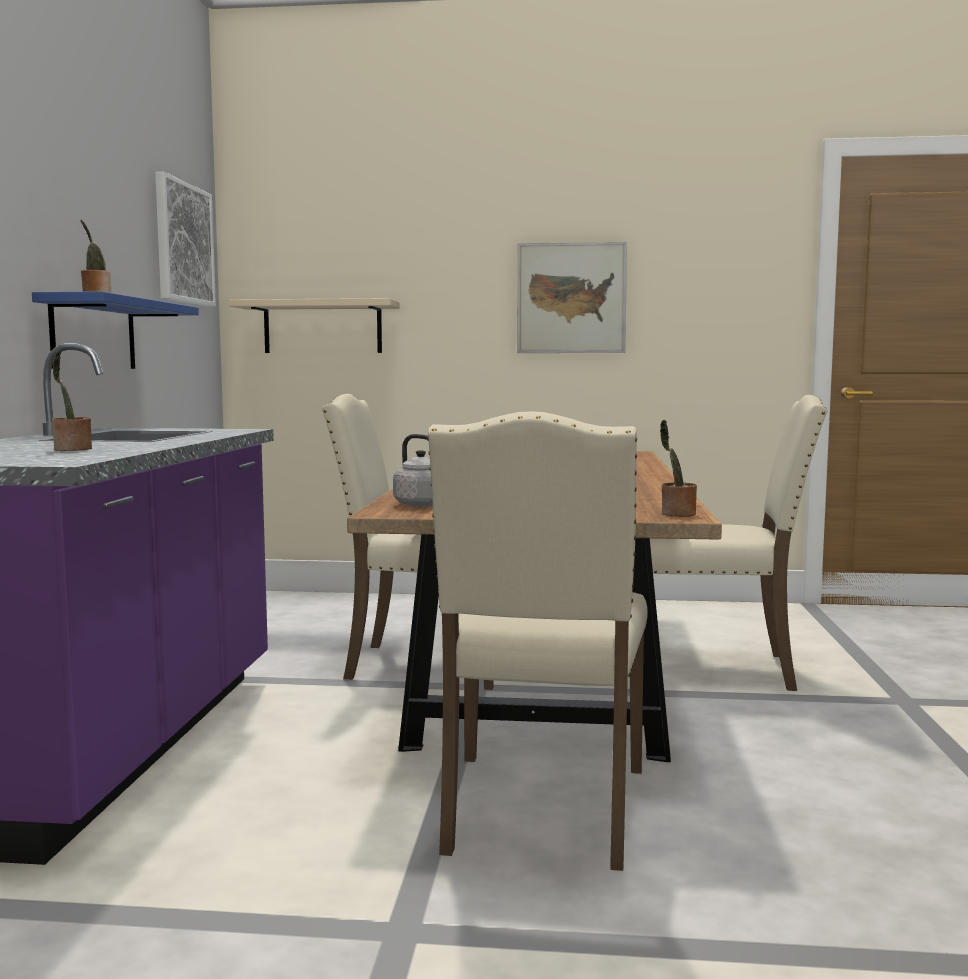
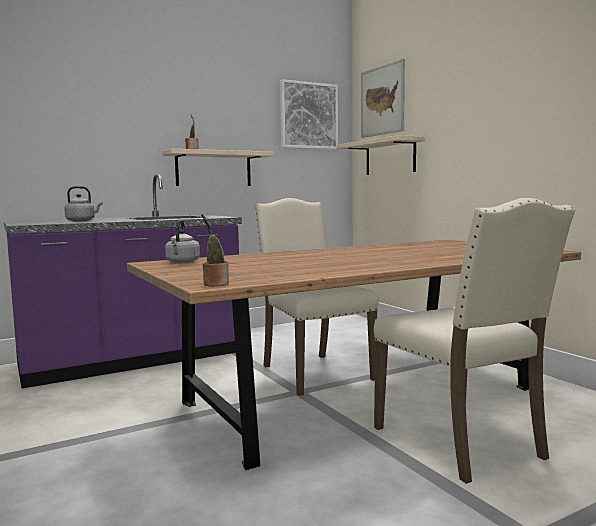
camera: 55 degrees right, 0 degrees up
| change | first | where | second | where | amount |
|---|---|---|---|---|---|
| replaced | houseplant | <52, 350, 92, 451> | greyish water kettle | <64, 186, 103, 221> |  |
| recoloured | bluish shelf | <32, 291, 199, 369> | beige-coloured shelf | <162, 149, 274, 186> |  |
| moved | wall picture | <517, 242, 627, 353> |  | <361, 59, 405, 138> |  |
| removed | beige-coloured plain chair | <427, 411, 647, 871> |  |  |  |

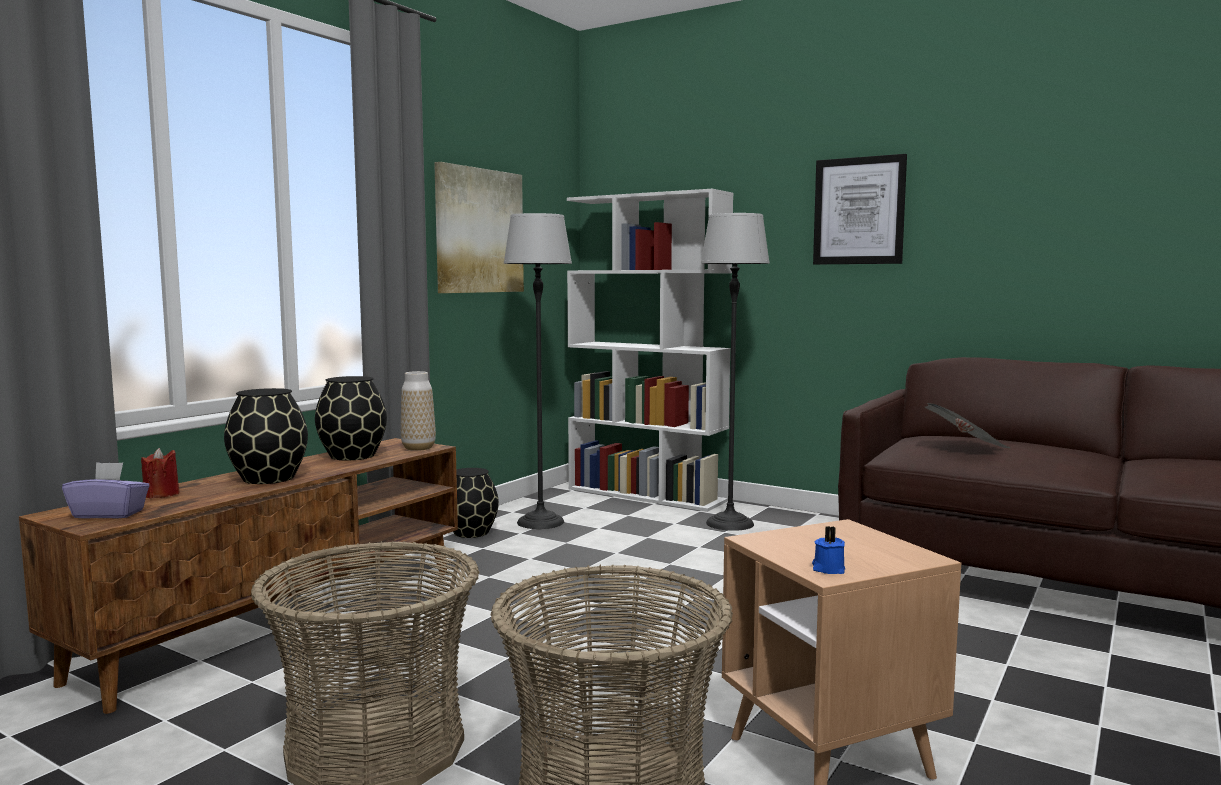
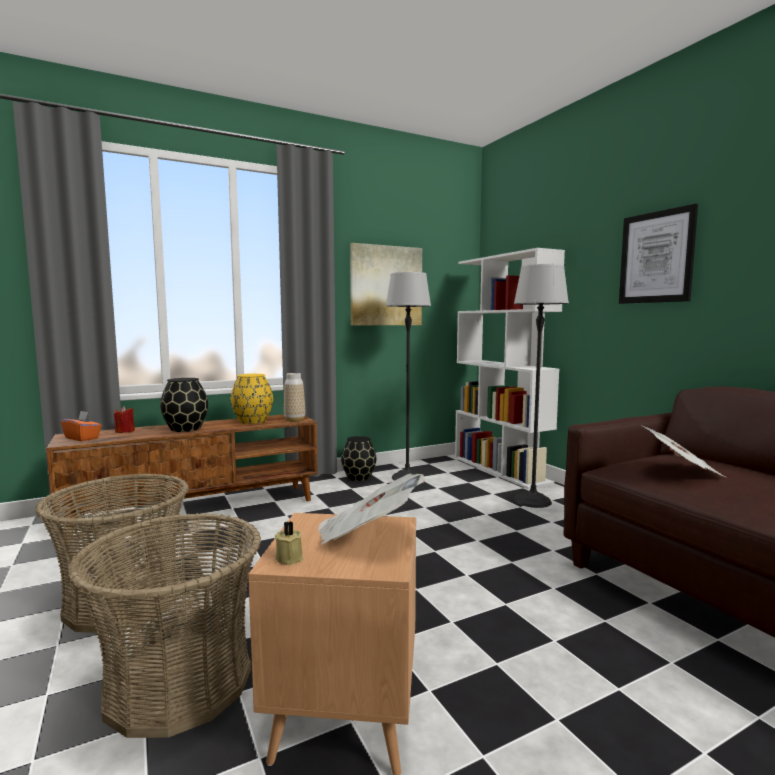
camera: 30 degrees right, 0 degrees up
| change | first | where | second | where | amount |
|---|---|---|---|---|---|
| recoloured | purple-coloured tissue holder | <62, 462, 150, 519> | orange tissue holder | <61, 411, 102, 441> |  |
| recoloured | black decorative vase | <315, 376, 387, 460> | yellow-coloured decorative vase | <231, 374, 273, 424> |  |
| recoloured | bluish wax light | <812, 526, 845, 574> | beige-coloured wax light | <275, 521, 303, 565> |  |
| added |  |  | printed paper | <318, 474, 425, 544> |  |

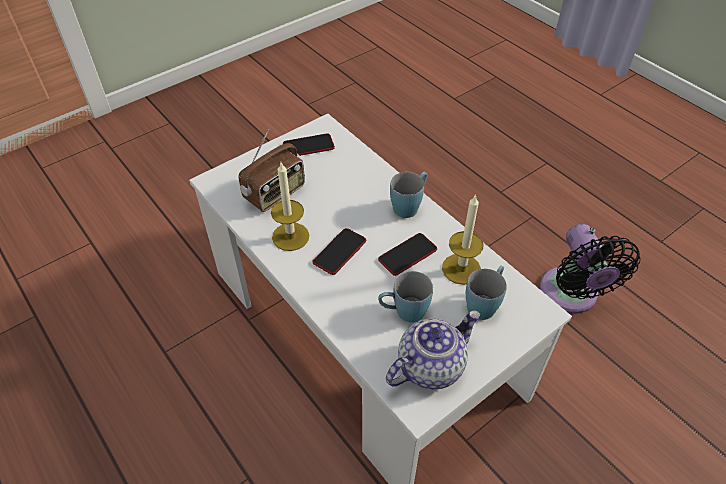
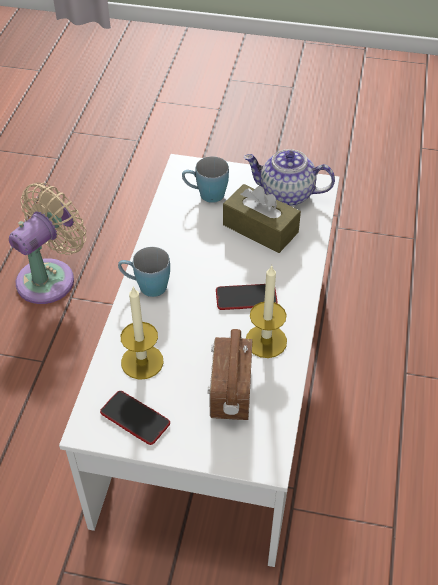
camera: 130 degrees left, 0 degrees up
| change | first | where | second | where | amount |
|---|---|---|---|---|---|
| recoloured | black cooling fan | <540, 224, 641, 314> | beige-coloured cooling fan | <9, 182, 86, 304> |  |
| moved | wax light | <442, 194, 484, 285> |  | <121, 286, 164, 380> |  |
| turned | radio | <238, 129, 305, 212> |  | <208, 329, 252, 420> | 90 degrees counterclockwise |
| replaced | bluish tea mug | <378, 271, 433, 323> | brownish tissue holder | <223, 184, 301, 253> |  |
| removed | telephone | <378, 233, 437, 276> |  |  |  |

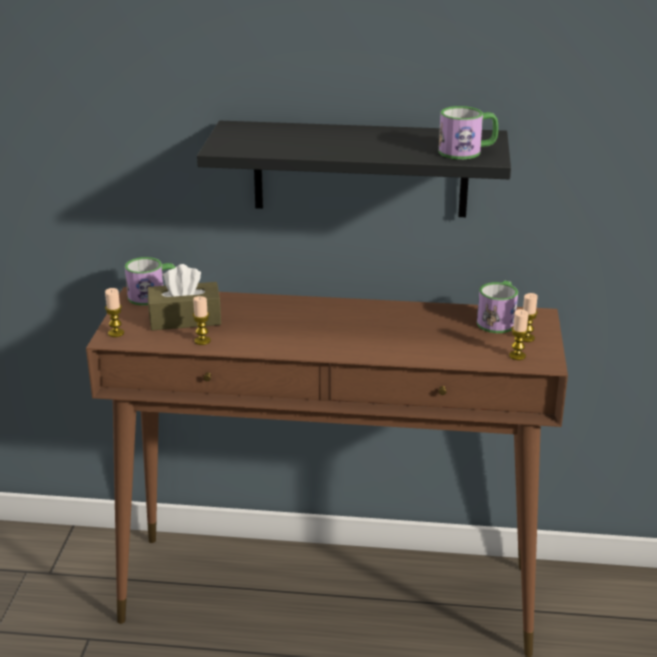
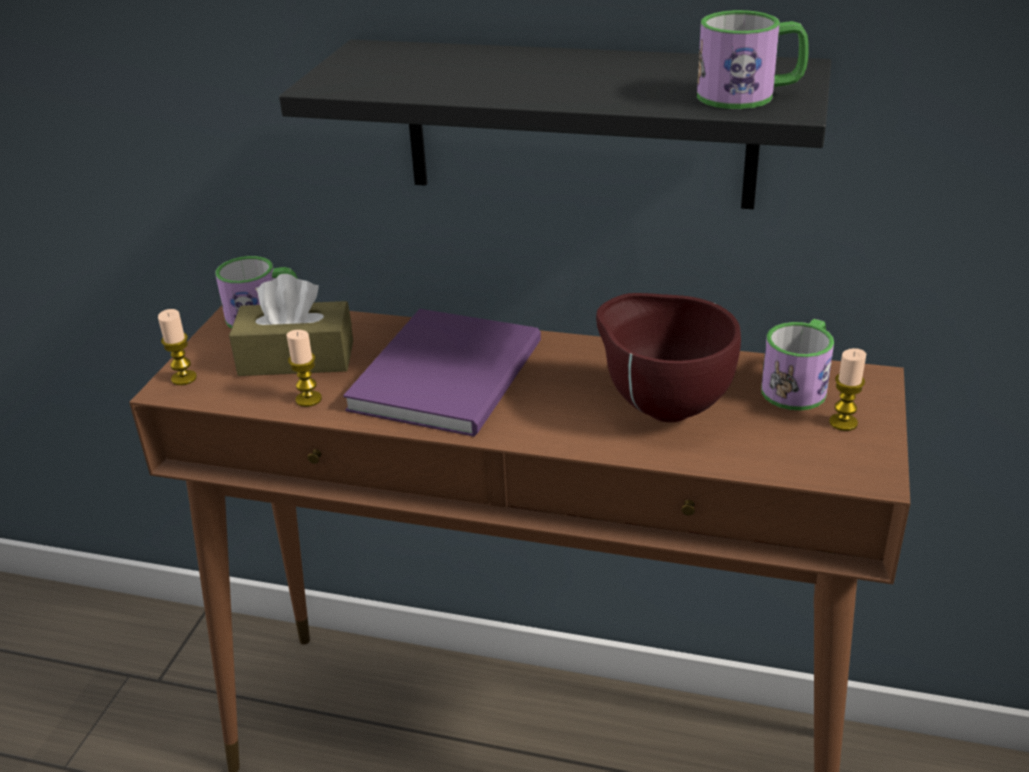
camera: 10 degrees right, 5 degrees up
| change | first | where | second | where | amount |
|---|---|---|---|---|---|
| added |  |  | purple-coloured bound book | <343, 309, 541, 437> |  |
| added |  |  | brownish bowl | <596, 293, 741, 422> |  |
| removed | wax light | <509, 309, 529, 360> |  |  |  |

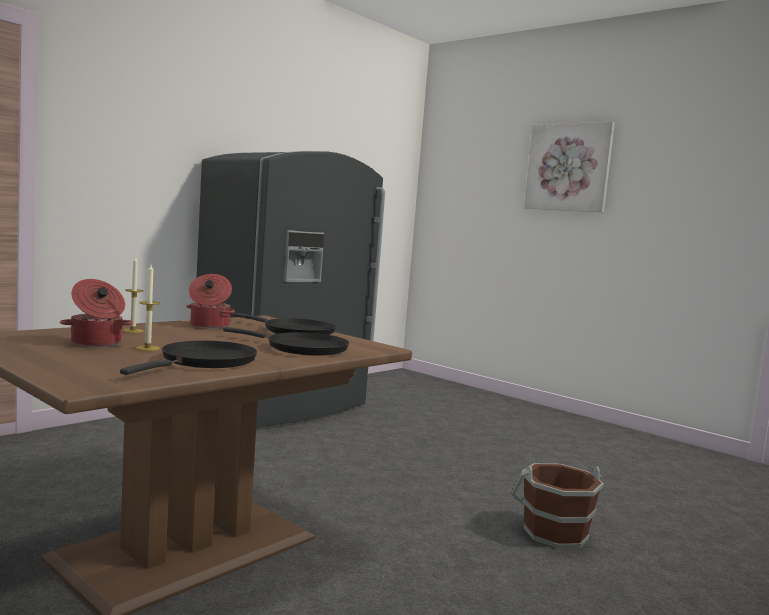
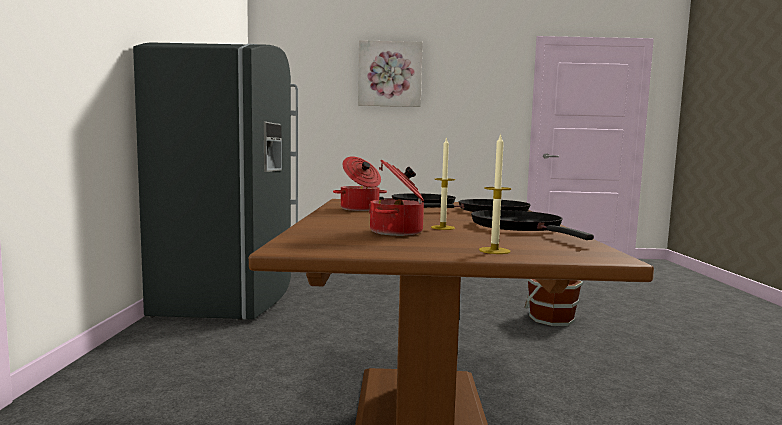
camera: 40 degrees left, 0 degrees up
| change | first | where | second | where | amount |
|---|---|---|---|---|---|
| moved | wax light | <122, 255, 144, 333> |  | <479, 133, 511, 254> |  |

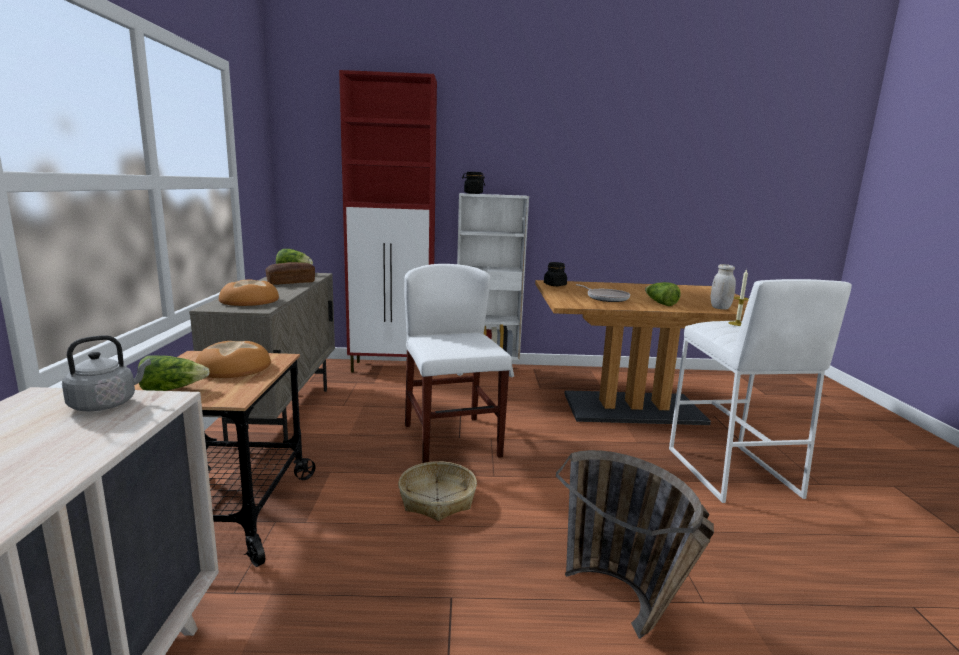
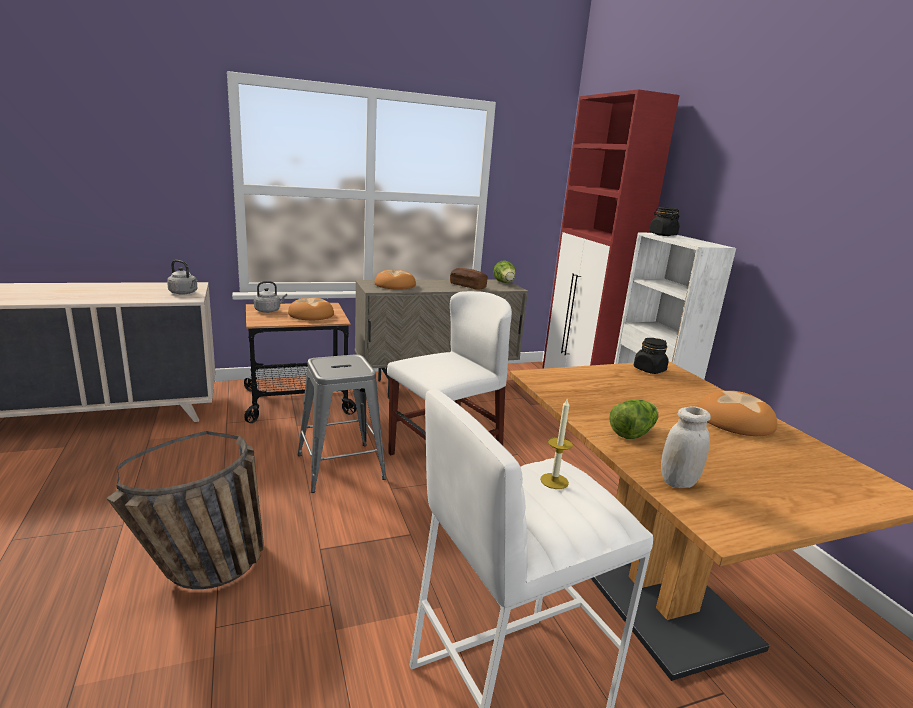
camera: 70 degrees right, 5 degrees up
| change | first | where | second | where | amount |
|---|---|---|---|---|---|
| replaced | head of lettuce | <137, 355, 210, 391> | greyish water kettle | <254, 281, 287, 313> |  |
| replaced | storage basket | <398, 461, 477, 521> | greyish stool seat | <297, 354, 387, 493> |  |
| added |  |  | bread | <698, 391, 777, 436> |  |
| removed | frying pan | <576, 284, 630, 302> |  |  |  |

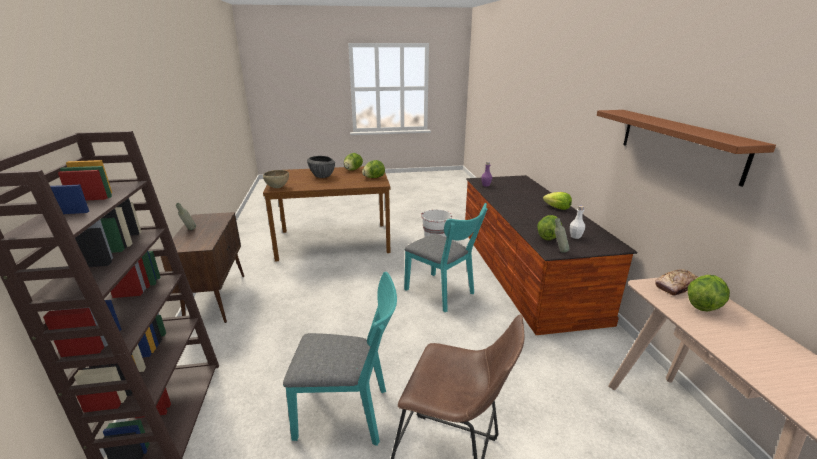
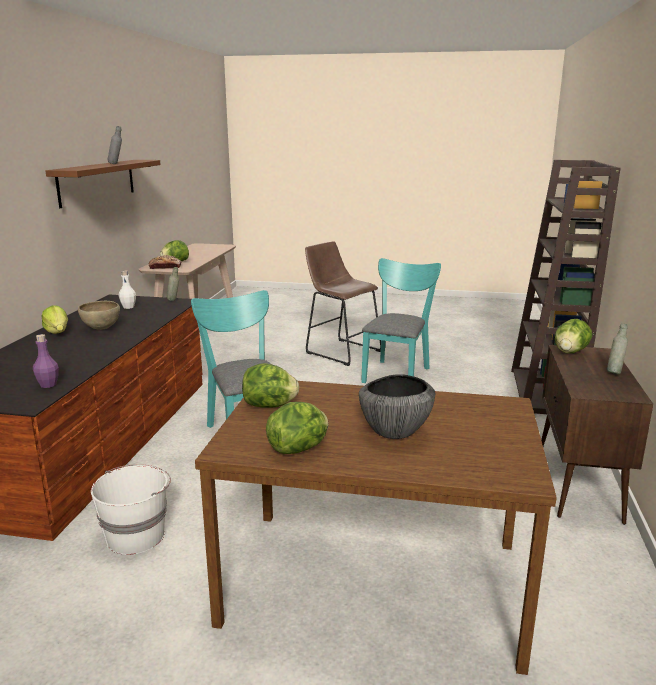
camera: 160 degrees left, 5 degrees down
| change | first | where | second | where | amount |
|---|---|---|---|---|---|
| moved | brownish bowl | <263, 170, 289, 188> |  | <78, 301, 120, 330> |  |
| added |  |  | greyish bottle | <108, 126, 122, 164> |  |
| turned | turquoise-coloured plain chair | <283, 272, 397, 446> |  | <361, 258, 441, 383> | 90 degrees clockwise |
| moved | head of lettuce | <537, 215, 562, 240> |  | <554, 319, 592, 354> |  |

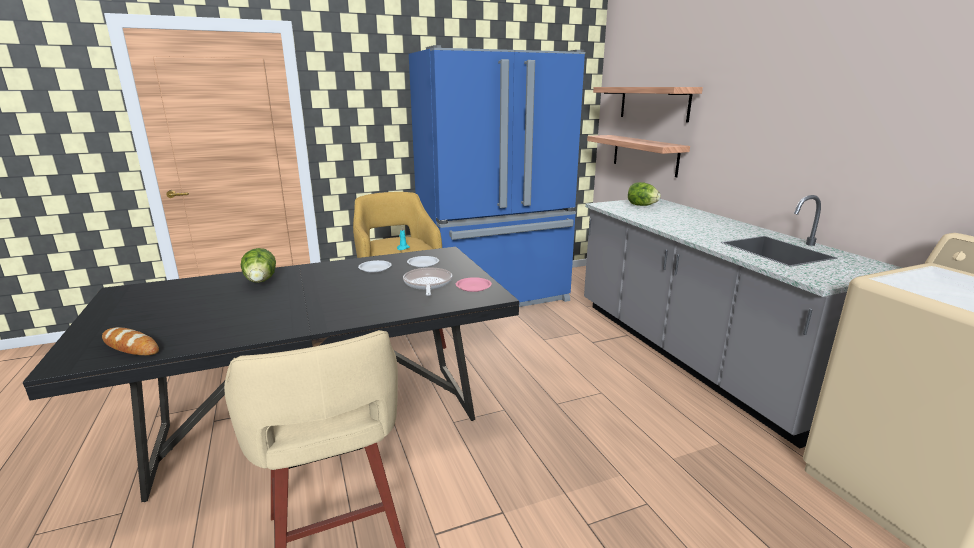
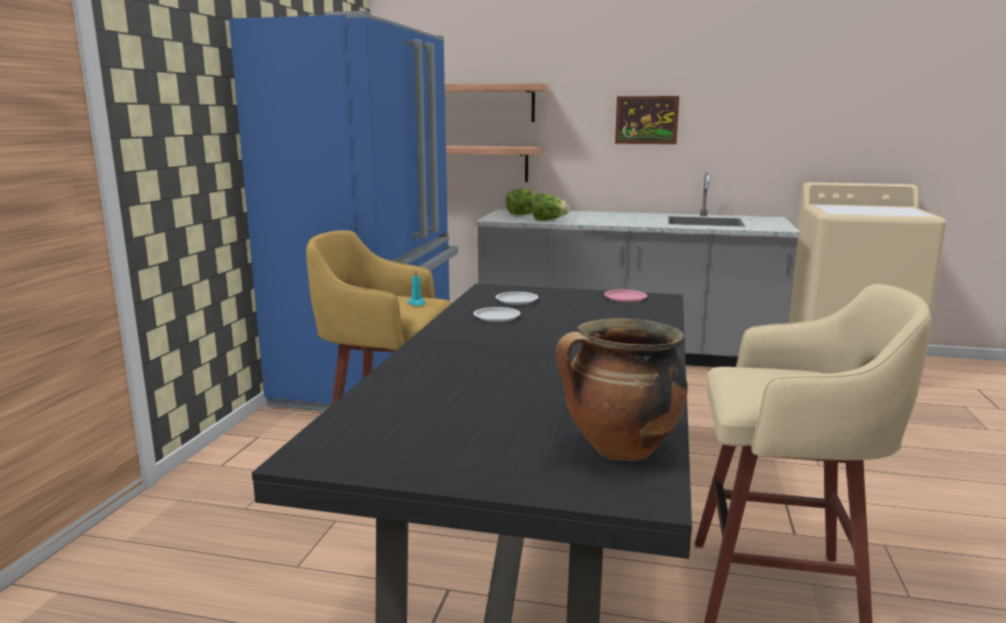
camera: 55 degrees left, 5 degrees down
| change | first | where | second | where | amount |
|---|---|---|---|---|---|
| moved | head of lettuce | <241, 248, 276, 283> |  | <531, 194, 569, 221> |  |
| replaced | bread | <102, 327, 159, 355> | cooking pot | <556, 318, 688, 461> |  |
| added |  |  | wall picture | <615, 96, 679, 144> |  |
| removed | frying pan | <403, 268, 452, 296> |  |  |  |

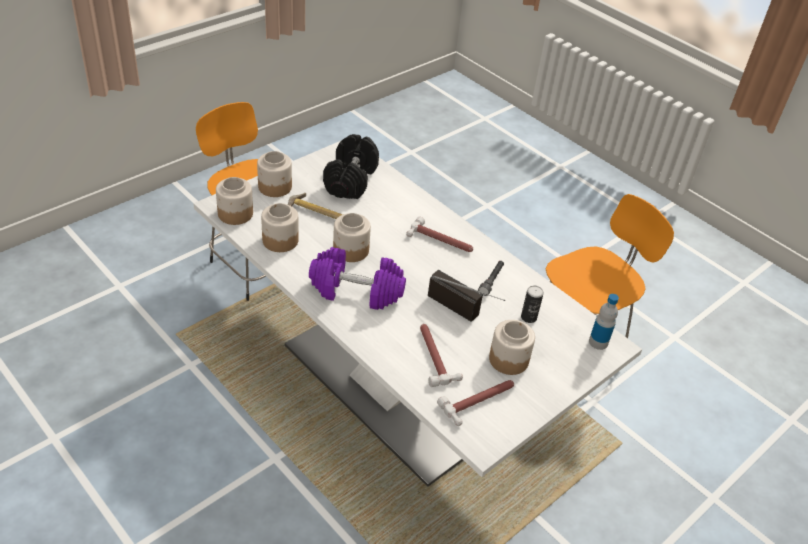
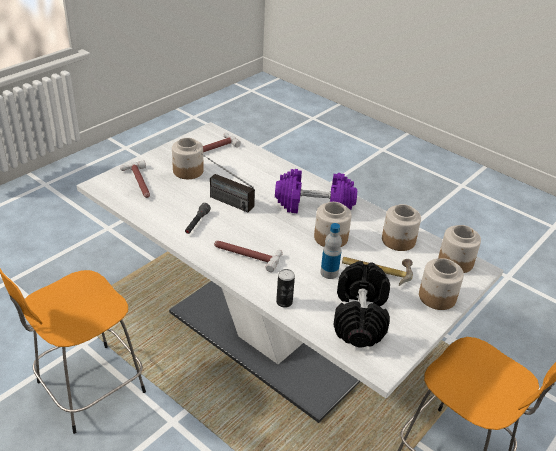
camera: 175 degrees right, 5 degrees down
| change | first | where | second | where | amount |
|---|---|---|---|---|---|
| moved | tool hammer | <420, 324, 463, 387> |  | <120, 160, 150, 198> |  |
| moved | sealed can | <521, 286, 544, 323> |  | <276, 269, 295, 308> |  |
| moved | bottle | <589, 294, 619, 350> |  | <320, 223, 342, 279> |  |

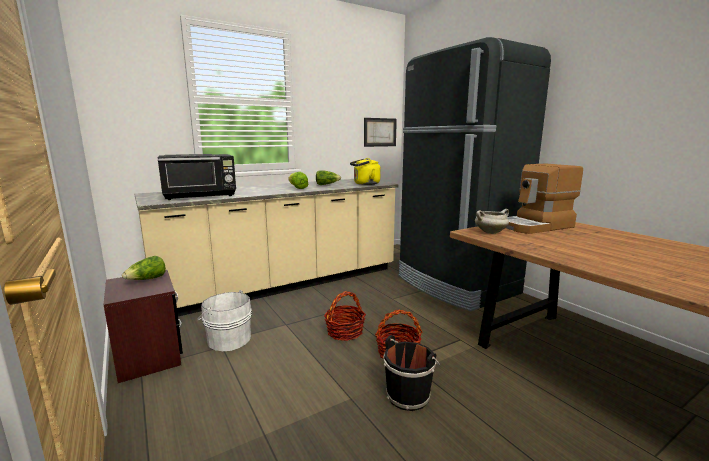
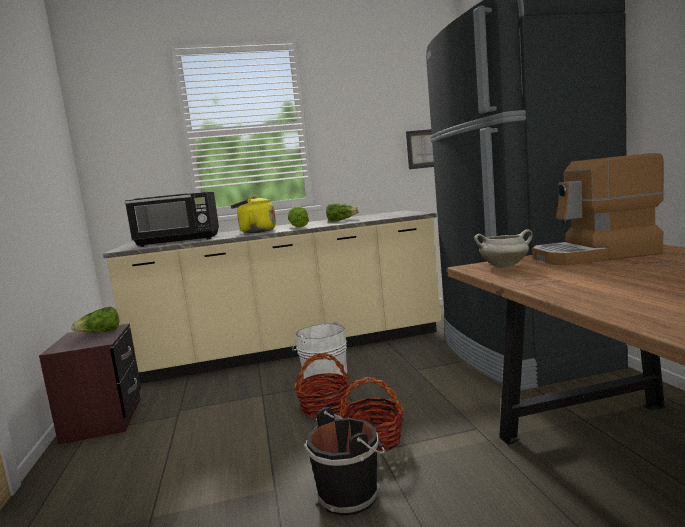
camera: 20 degrees right, 5 degrees down
| change | first | where | second | where | amount |
|---|---|---|---|---|---|
| moved | yellow-coloured water kettle | <350, 158, 381, 185> |  | <231, 196, 276, 233> |  |
| moved | whitish bucket | <197, 290, 252, 351> |  | <292, 321, 347, 380> |  |

